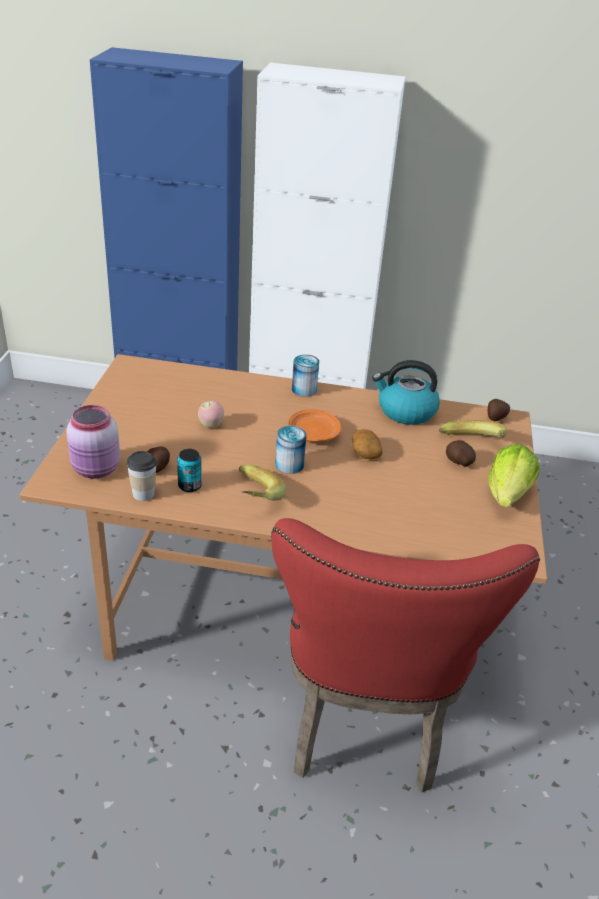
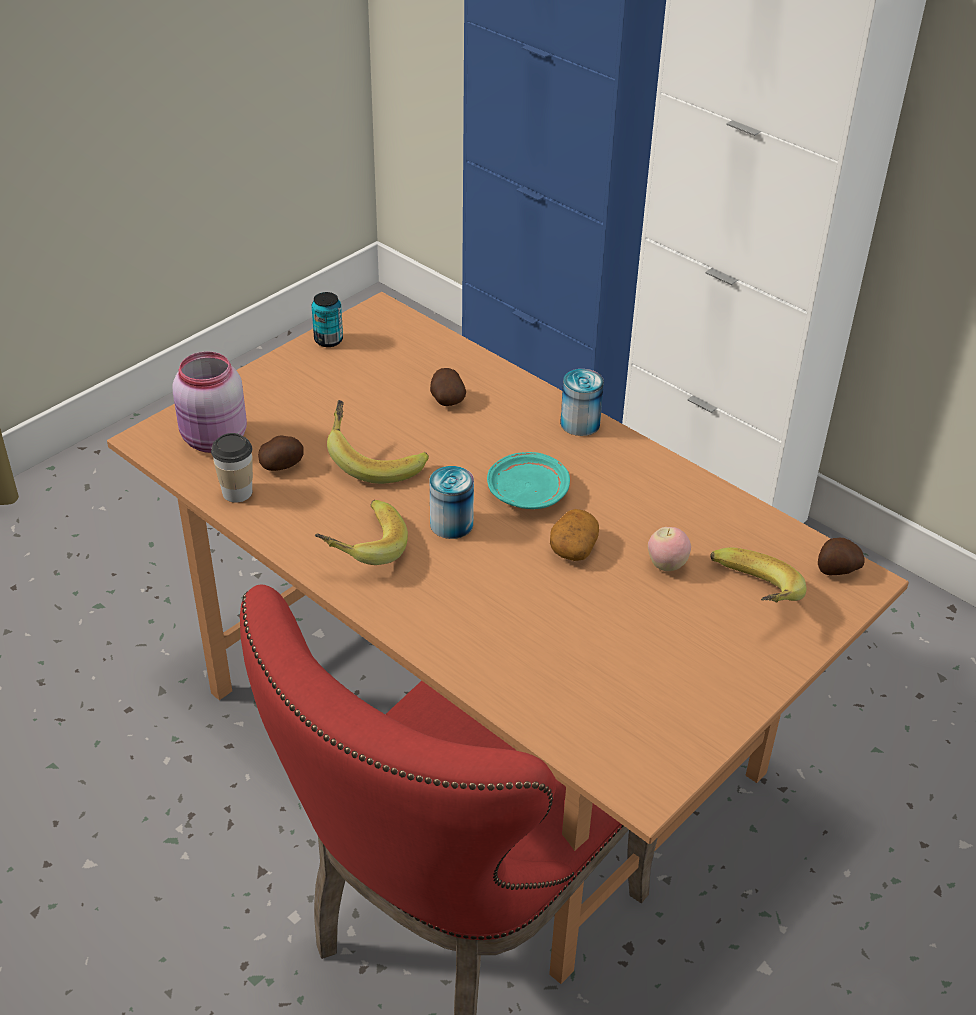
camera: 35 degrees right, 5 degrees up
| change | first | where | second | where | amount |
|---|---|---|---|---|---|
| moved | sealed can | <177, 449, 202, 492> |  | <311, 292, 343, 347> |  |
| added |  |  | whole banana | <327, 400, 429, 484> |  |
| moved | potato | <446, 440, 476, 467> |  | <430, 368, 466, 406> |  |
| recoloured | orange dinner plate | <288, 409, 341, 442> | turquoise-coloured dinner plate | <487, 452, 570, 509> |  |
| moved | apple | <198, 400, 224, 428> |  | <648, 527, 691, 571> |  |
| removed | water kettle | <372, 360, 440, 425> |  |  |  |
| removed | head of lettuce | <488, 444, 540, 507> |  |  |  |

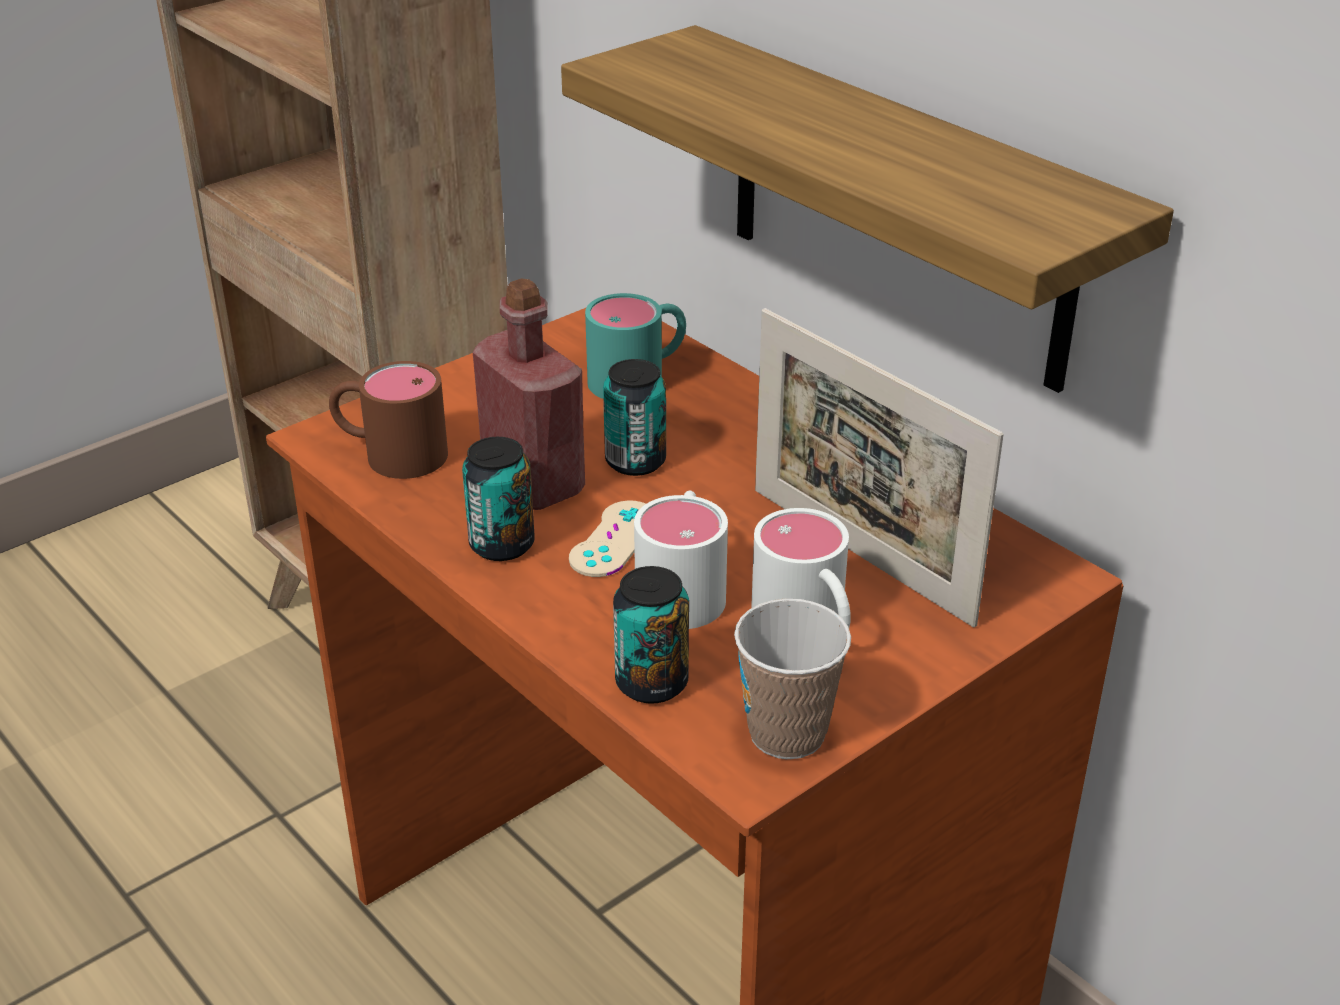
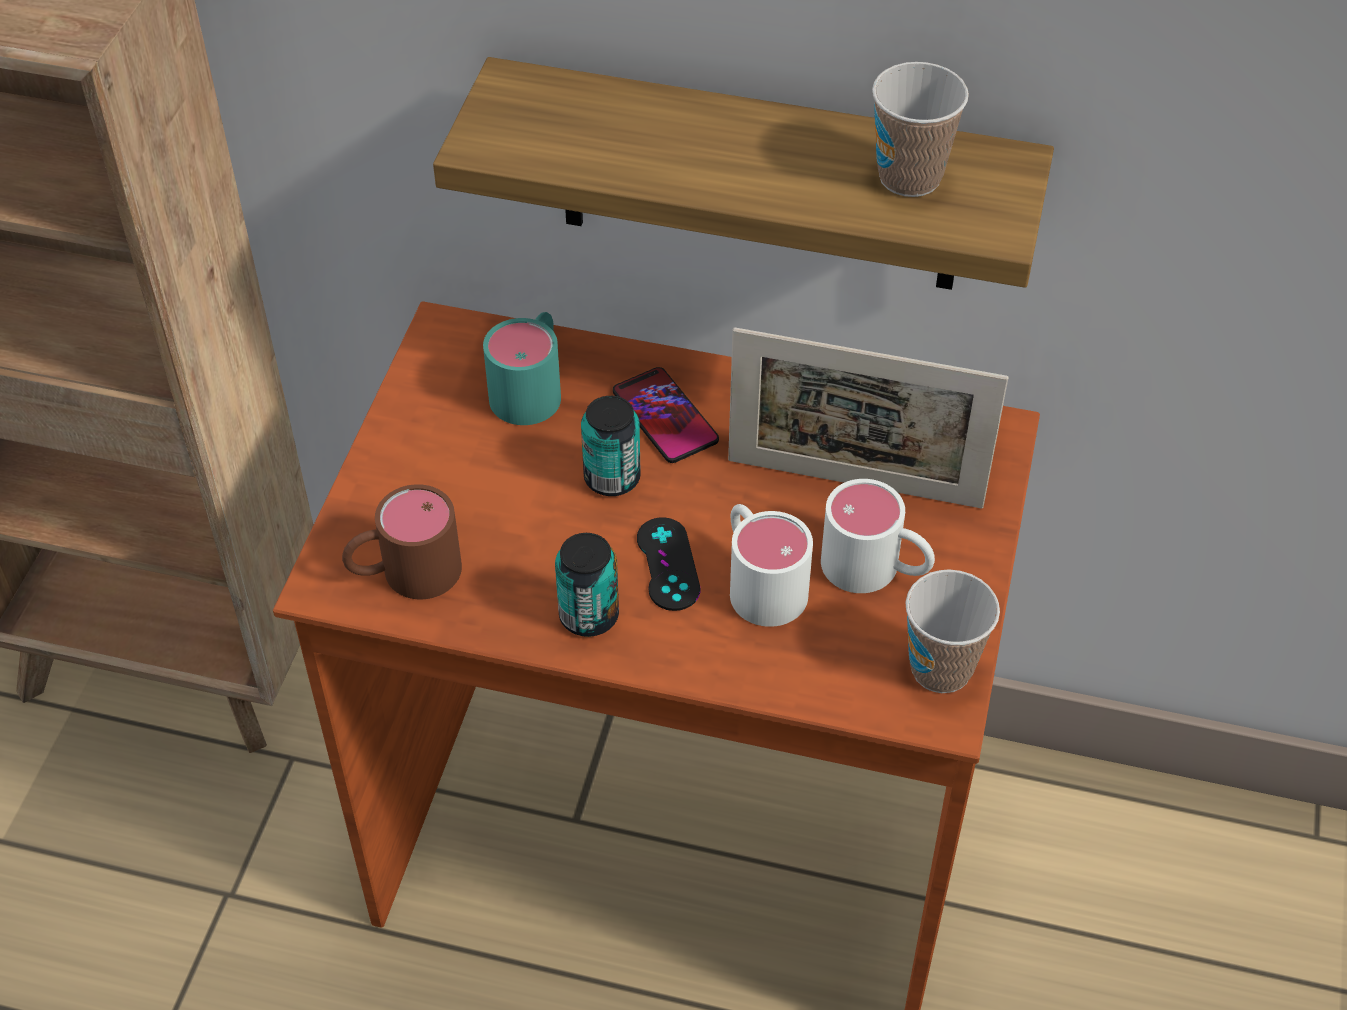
camera: 35 degrees left, 15 degrees up
| change | first | where | second | where | amount |
|---|---|---|---|---|---|
| added |  |  | telephone | <613, 367, 719, 463> |  |
| recoloured | beige-coloured game controller | <569, 501, 646, 577> | black game controller | <637, 517, 701, 611> |  |
| added |  |  | small cup | <872, 62, 969, 197> |  |
| removed | red bottle | <473, 278, 585, 510> |  |  |  |
| removed | sealed can | <613, 566, 689, 704> |  |  |  |

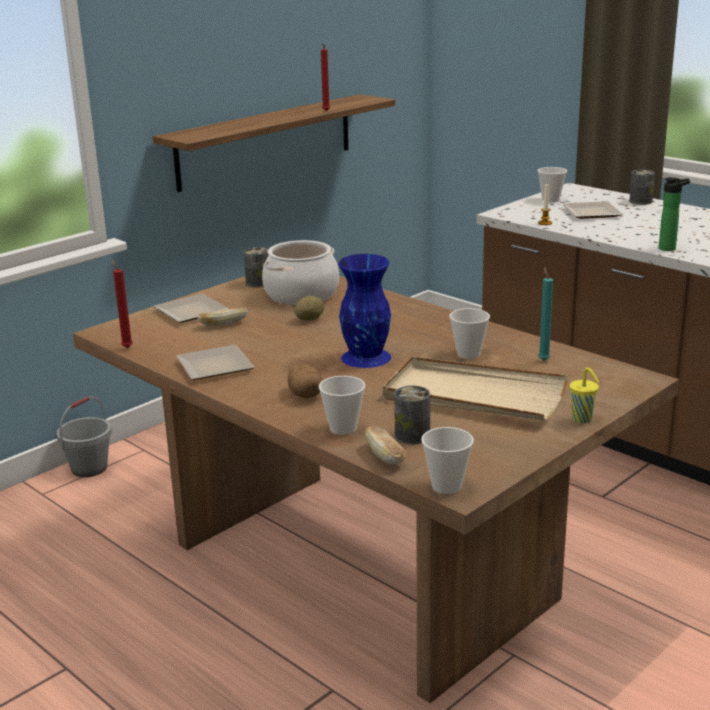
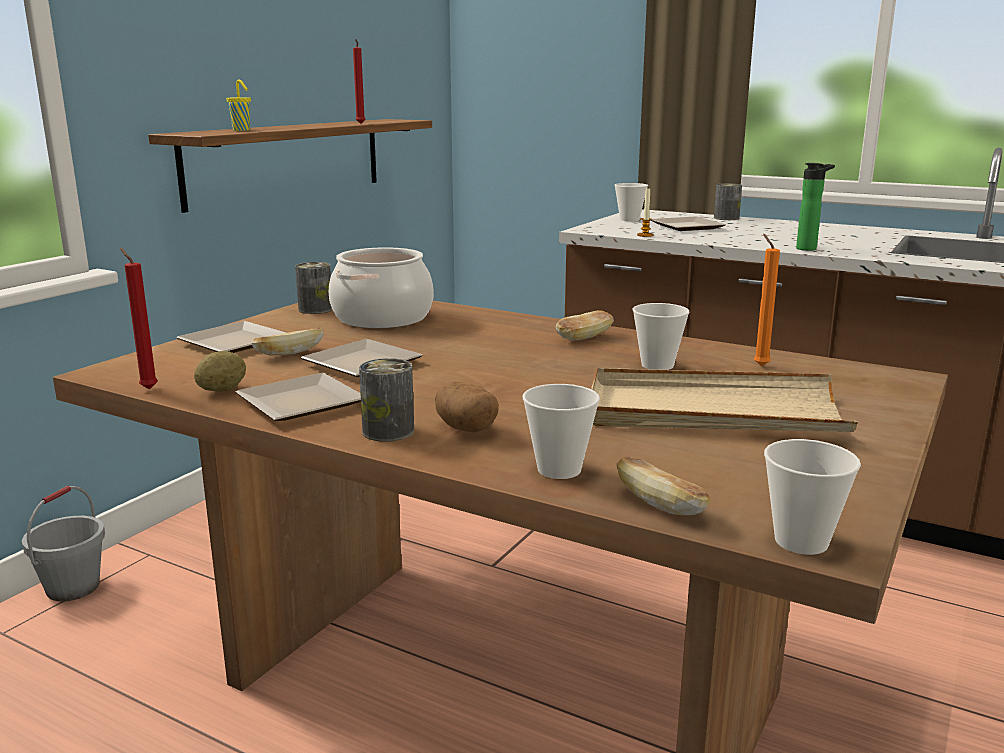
camera: 15 degrees left, 5 degrees down
| change | first | where | second | where | amount |
|---|---|---|---|---|---|
| moved | potato | <294, 296, 324, 321> |  | <194, 351, 246, 392> |  |
| moved | yellow-coloured small cup | <570, 368, 599, 423> |  | <226, 79, 251, 131> |  |
| added |  |  | dinner plate | <301, 339, 423, 377> |  |
| moved | sealed can | <394, 386, 430, 444> |  | <359, 358, 414, 442> |  |
| added |  |  | bread | <556, 310, 614, 341> |  |
| recoloured | turquoise-coloured wax light | <538, 267, 553, 361> | orange wax light | <754, 234, 780, 366> |  |
| removed | bluish decorative vase | <338, 254, 391, 368> |  |  |  |

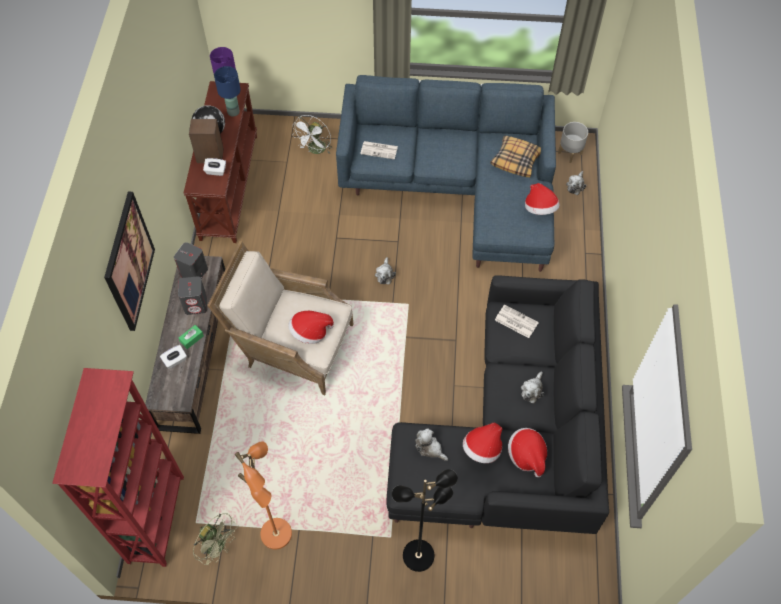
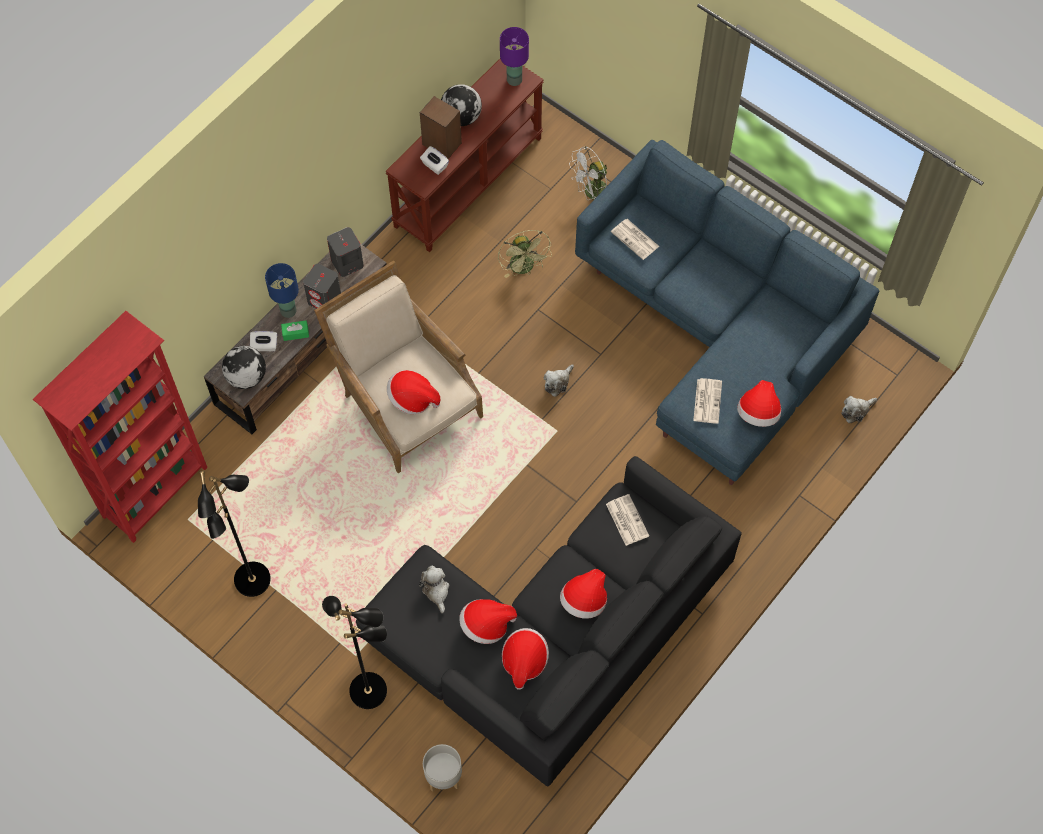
camera: 35 degrees right, 5 degrees up
| change | first | where | second | where | amount |
|---|---|---|---|---|---|
| recoloured | orange standard lamp | <235, 441, 292, 549> | black standard lamp | <198, 471, 271, 597> |  |
| added |  |  | desk globe | <222, 346, 266, 389> |  |
| moved | bluish table lamp | <214, 66, 241, 116> |  | <265, 263, 299, 318> |  |
| moved | greyish flower pot | <558, 122, 588, 163> |  | <423, 744, 462, 792> |  |
| moved | green-coloured cooling fan | <193, 513, 238, 565> |  | <498, 230, 552, 278> |  |
| replaced | cuddly toy | <521, 372, 544, 404> | wearable hat | <560, 569, 607, 619> |  |
| added |  |  | printed paper | <693, 378, 722, 424> |  |
| removed | wall picture | <104, 192, 155, 331> |  |  |  |
| removed | throw pillow | <490, 136, 541, 177> |  |  |  |

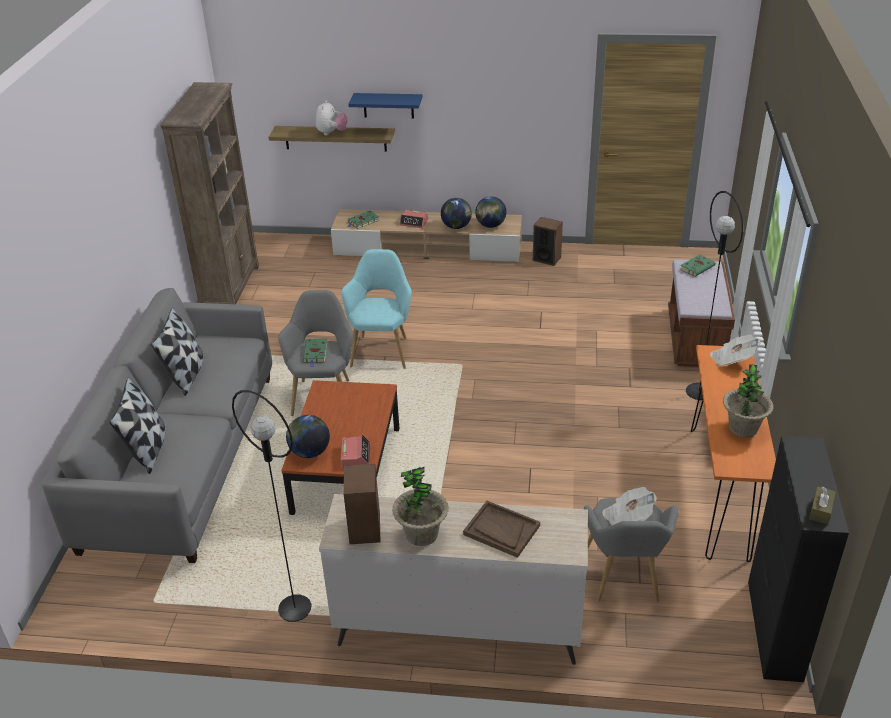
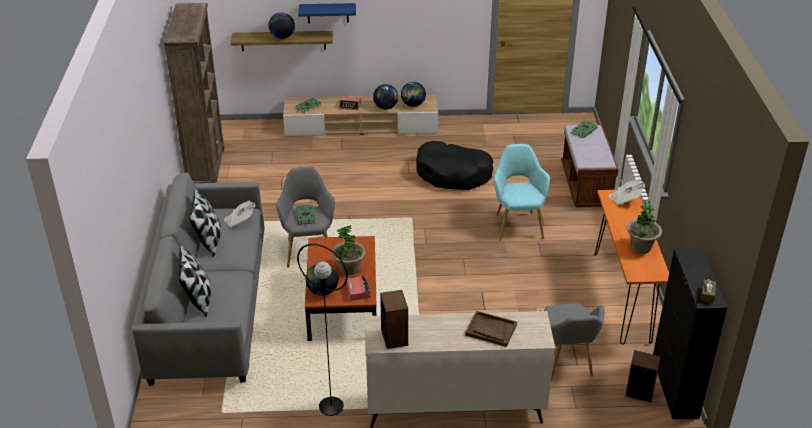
camera: 10 degrees left, 0 degrees up
| change | first | where | second | where | amount |
|---|---|---|---|---|---|
| moved | printed paper | <602, 487, 657, 525> |  | <224, 201, 255, 227> |  |
| replaced | cuddly toy | <316, 100, 348, 136> | desk globe | <269, 12, 295, 39> |  |
| moved | houseplant | <392, 467, 449, 546> |  | <332, 225, 366, 275> |  |
| added |  |  | black dog cushion | <416, 141, 494, 190> |  |
| moved | turquoise-coloured lounge chair | <341, 249, 412, 369> |  | <494, 144, 550, 241> |  |
| moved | speaker | <533, 217, 563, 266> |  | <625, 350, 661, 403> |  |
| removed | black standard lamp | <686, 191, 743, 400> |  |  |  |

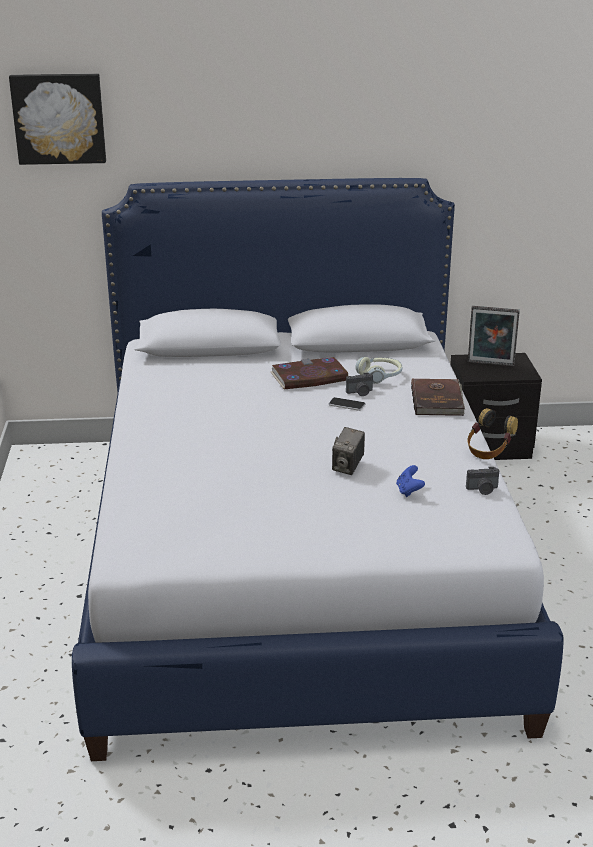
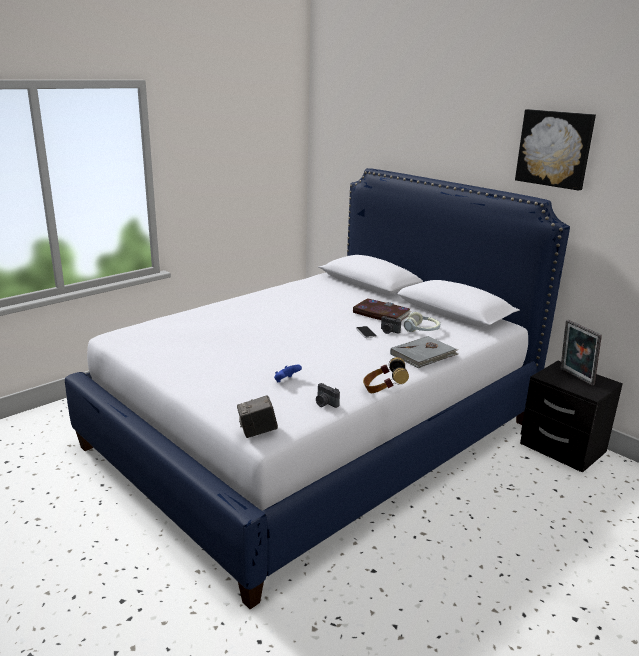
camera: 50 degrees right, 5 degrees down
| change | first | where | second | where | amount |
|---|---|---|---|---|---|
| moved | still camera | <332, 427, 365, 475> |  | <237, 395, 278, 438> |  |
| recoloured | brownish bound book | <411, 378, 465, 416> | greyish bound book | <390, 336, 458, 368> |  |
| moved | wall picture | <9, 74, 106, 165> |  | <515, 109, 596, 191> |  |

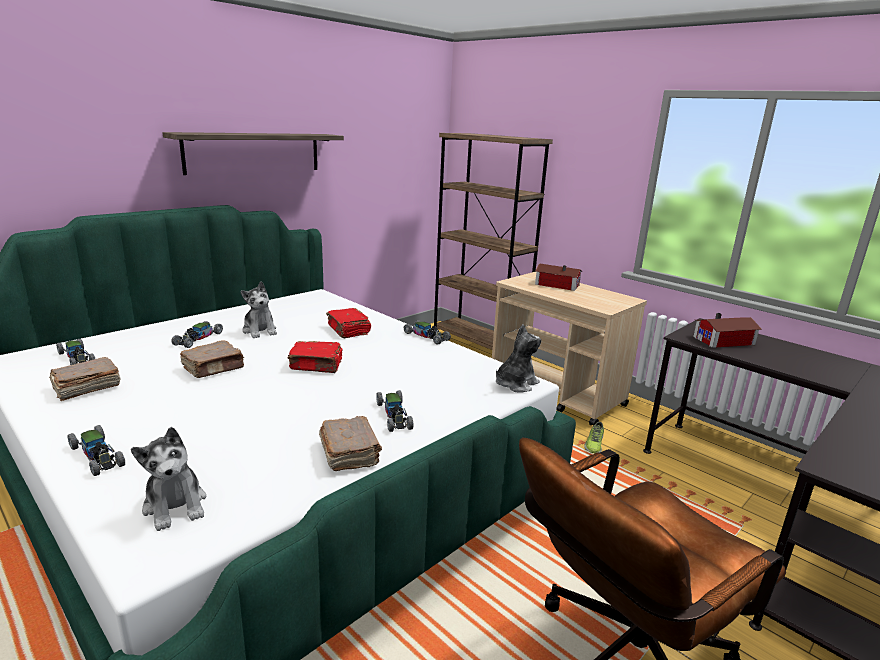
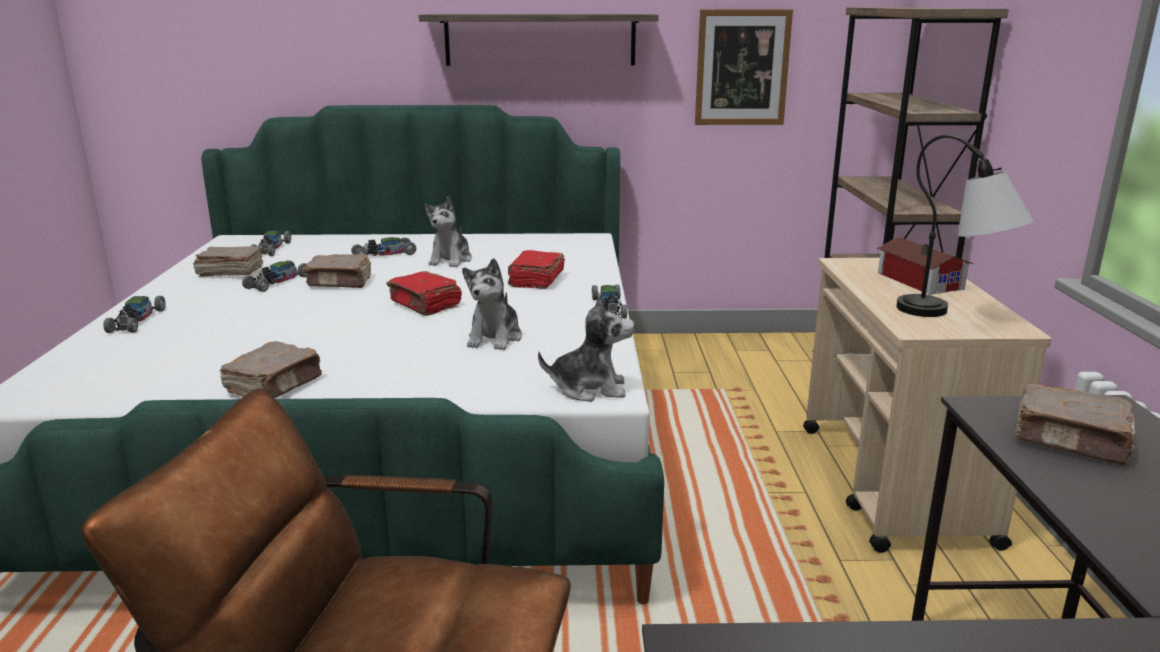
camera: 45 degrees right, 0 degrees up
| change | first | where | second | where | amount |
|---|---|---|---|---|---|
| moved | miniature car | <376, 390, 414, 432> |  | <242, 260, 306, 292> |  |
| moved | cuddly toy | <131, 427, 206, 531> |  | <462, 258, 522, 350> |  |
| added |  |  | wall picture | <695, 9, 793, 125> |  |
| added |  |  | table lamp | <896, 135, 1034, 317> |  |
| replaced | toy house | <693, 313, 762, 348> | brownish bound book | <1015, 383, 1135, 465> |  |
| removed | item of footwear | <584, 422, 604, 453> |  |  |  |

